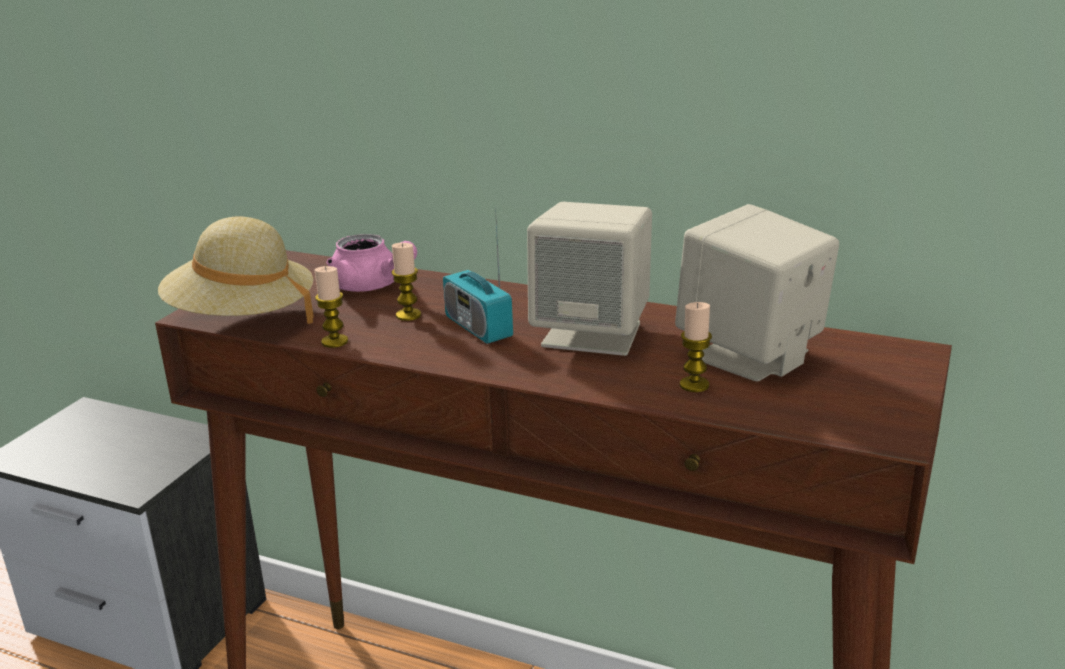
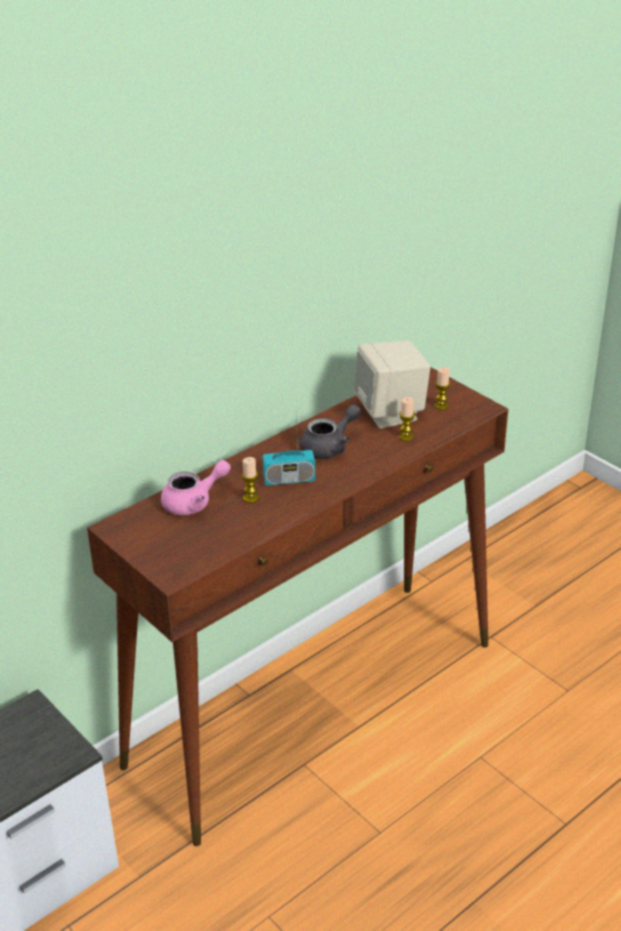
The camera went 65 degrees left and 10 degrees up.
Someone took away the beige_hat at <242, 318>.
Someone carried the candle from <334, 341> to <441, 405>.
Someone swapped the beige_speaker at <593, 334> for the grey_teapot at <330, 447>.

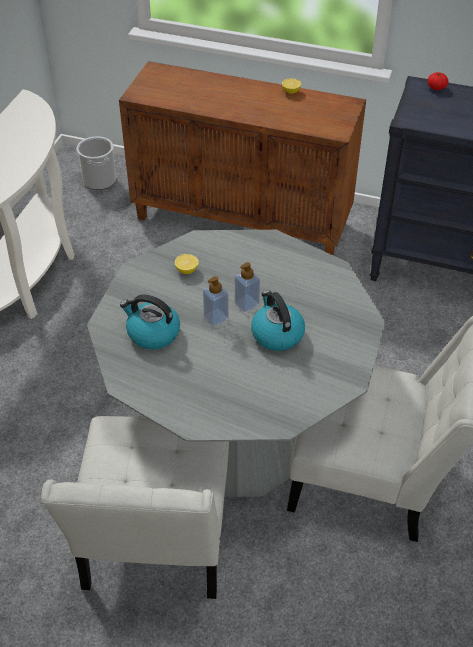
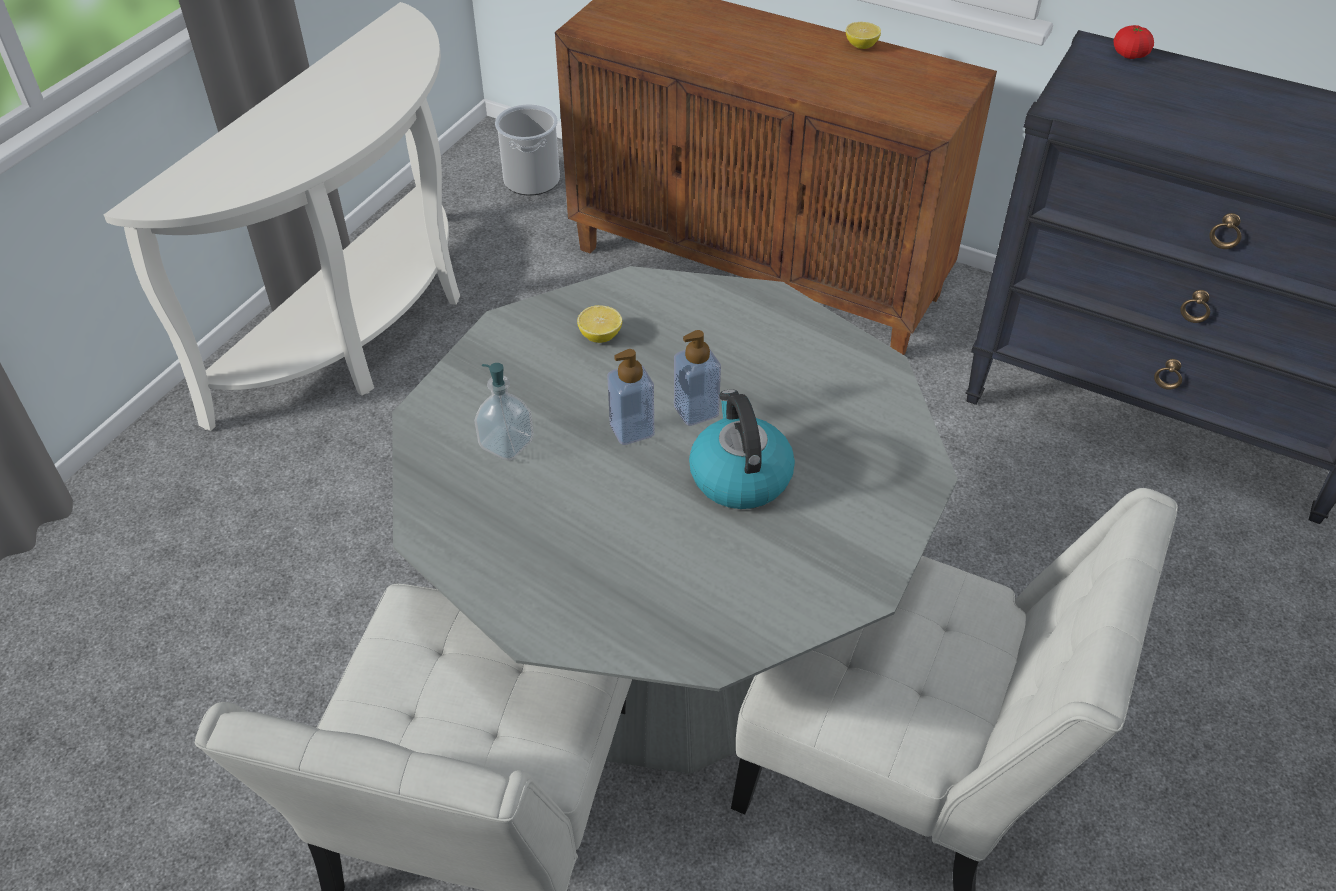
The camera went 10 degrees right and 0 degrees up.
Someone swapped the kettle at <152, 333> for the soap_dispenser at <506, 444>.

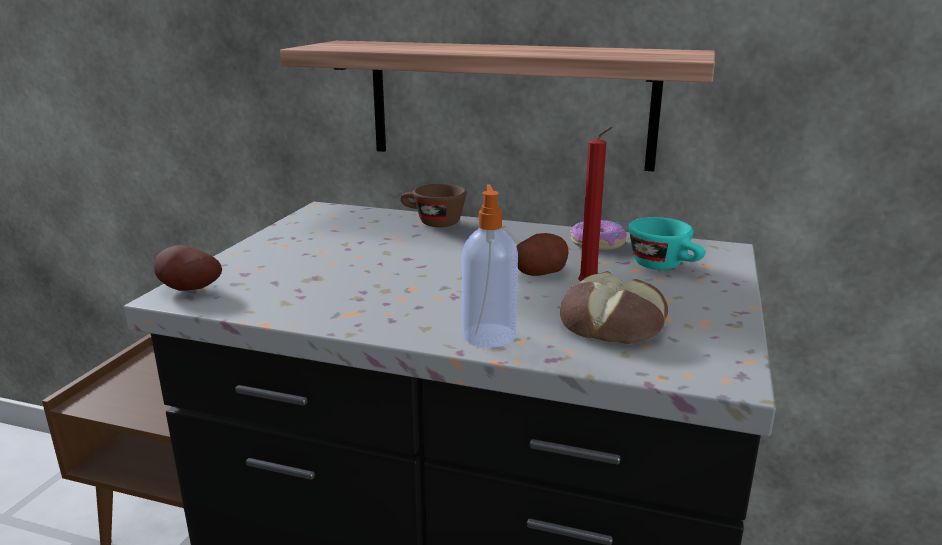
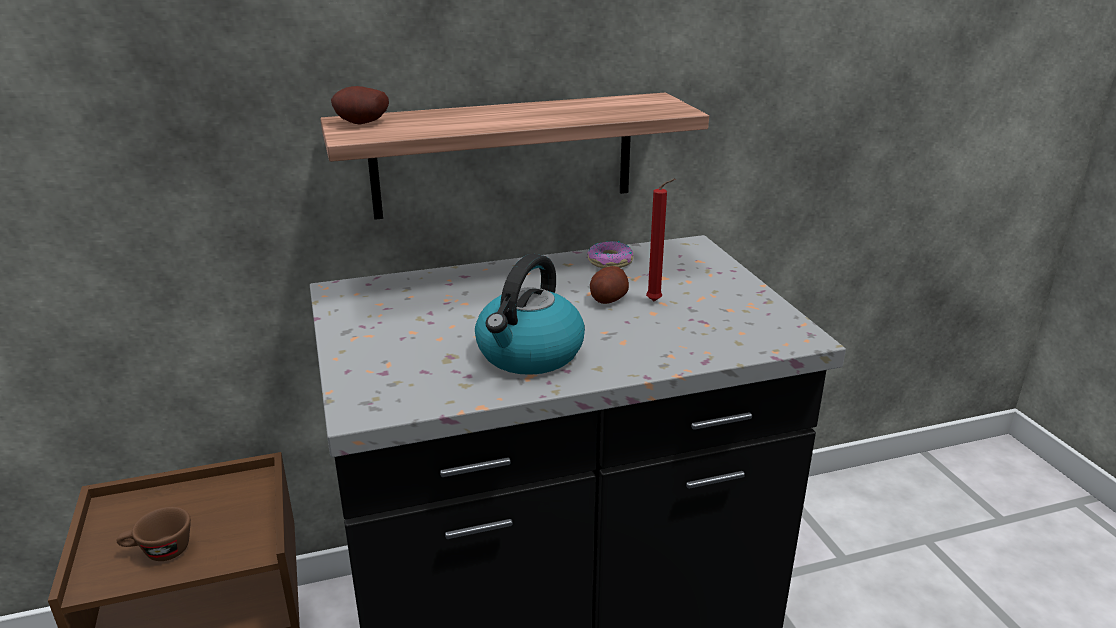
The camera went 35 degrees left and 5 degrees up.
Someone carried the potato from <187, 290> to <362, 124>.
Someone carried the brown_cup from <432, 222> to <159, 552>.
Someone took away the soap_dispenser at <488, 334>.
Someone took away the bread at <614, 324>.
Someone took away the turquoise_cup at <665, 266>.
Someone put down the kettle at <529, 354>.

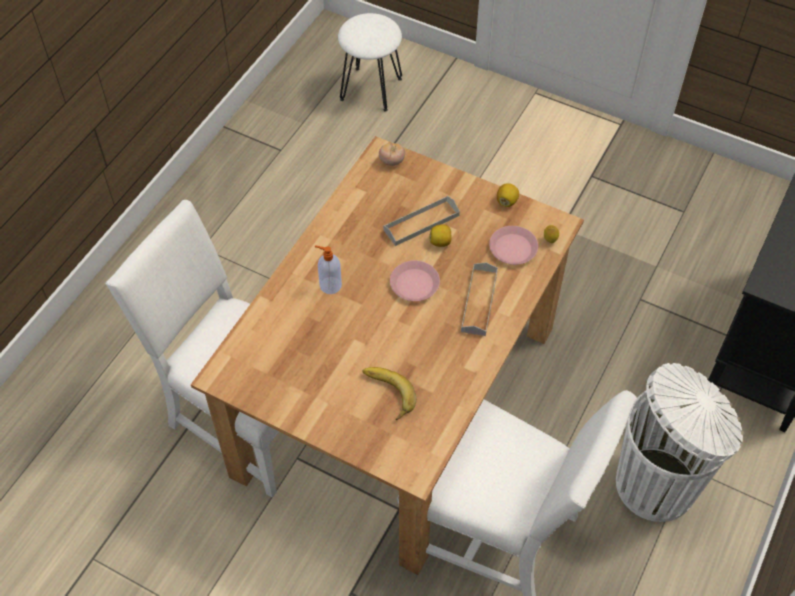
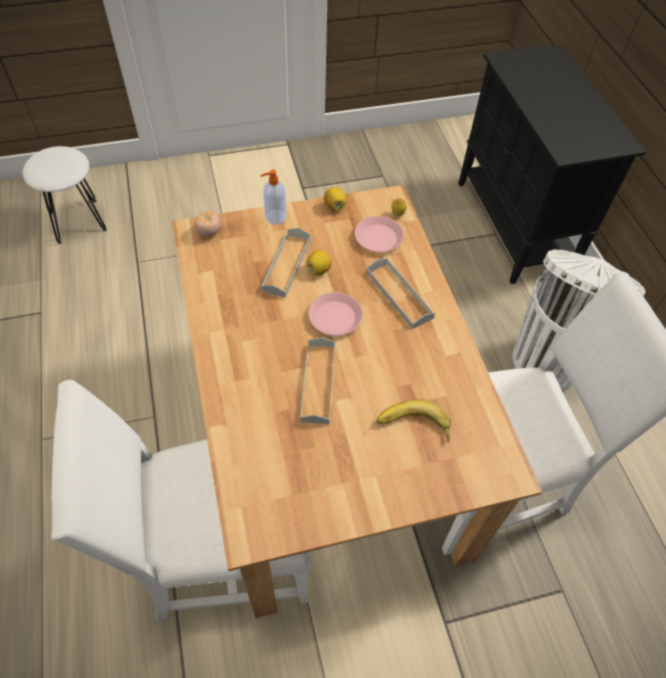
The camera went 45 degrees left and 0 degrees up.
Someone carried the soap_dispenser from <329, 285> to <274, 217>.
Someone put down the grey_tray at <318, 383>.

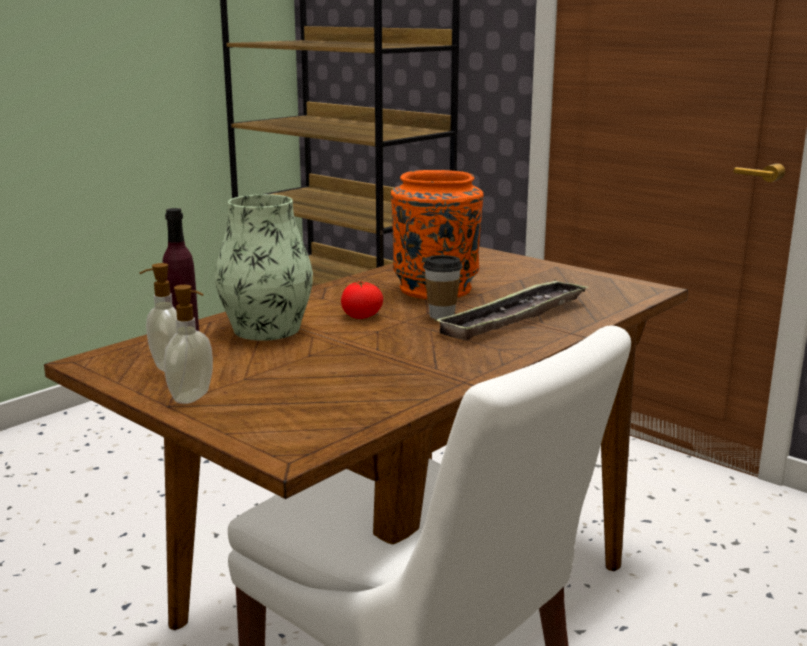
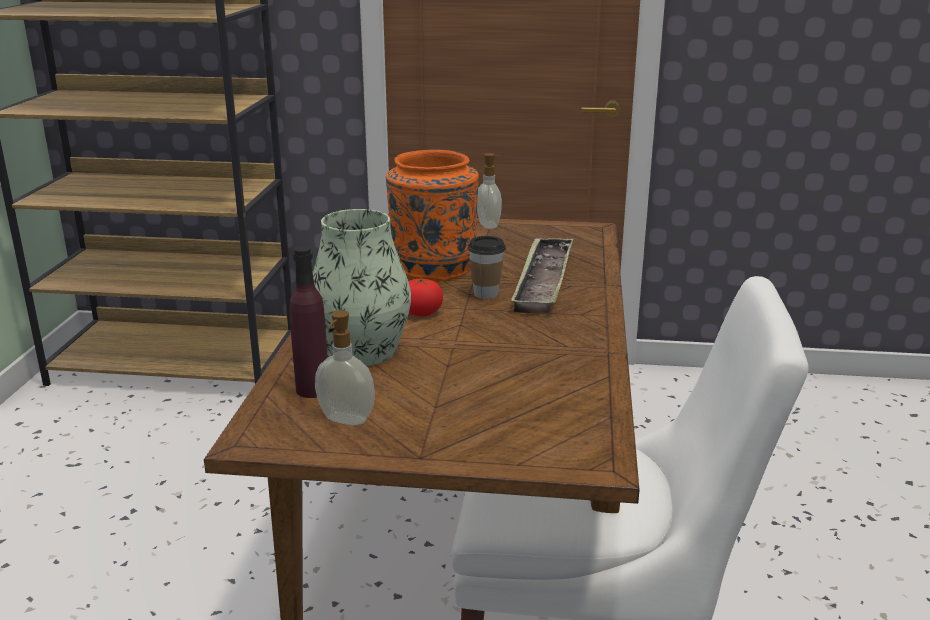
The camera went 35 degrees left and 5 degrees up.
Someone carried the soap_dispenser from <193, 397> to <489, 225>.

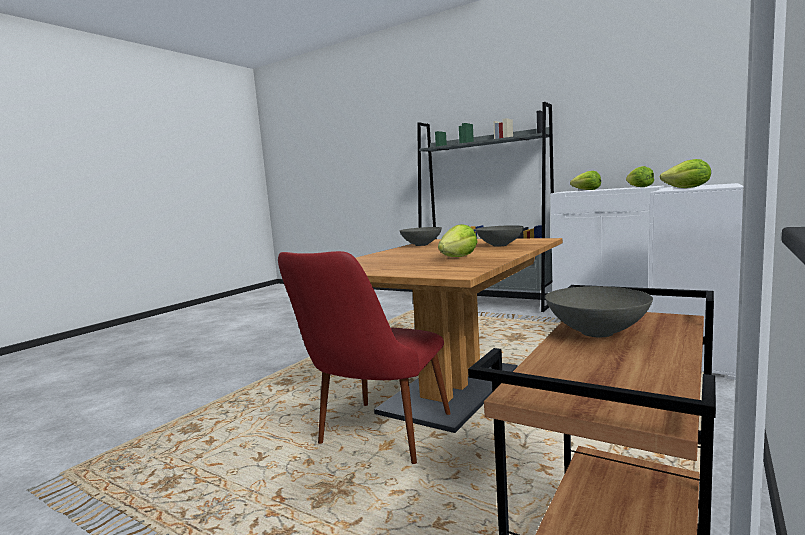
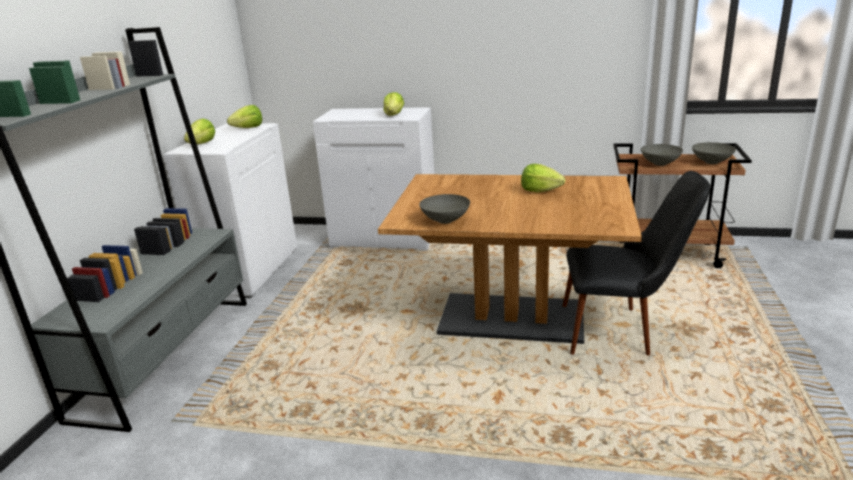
The camera went 110 degrees left and 15 degrees up.
Someone repainted the red_chair at <375, 442>, which became the black_chair at <622, 331>.
Someone carried the grey_bowl from <499, 245> to <712, 162>.

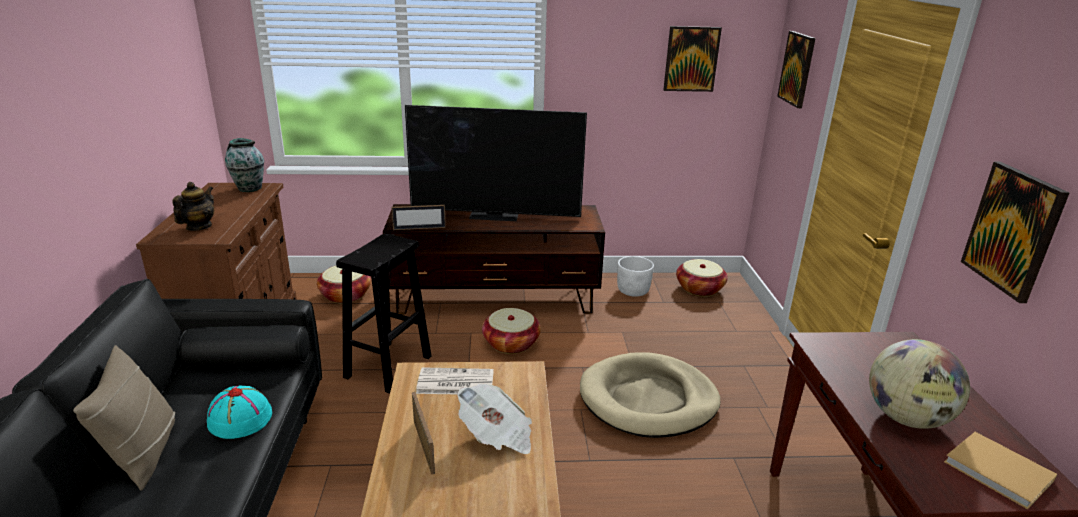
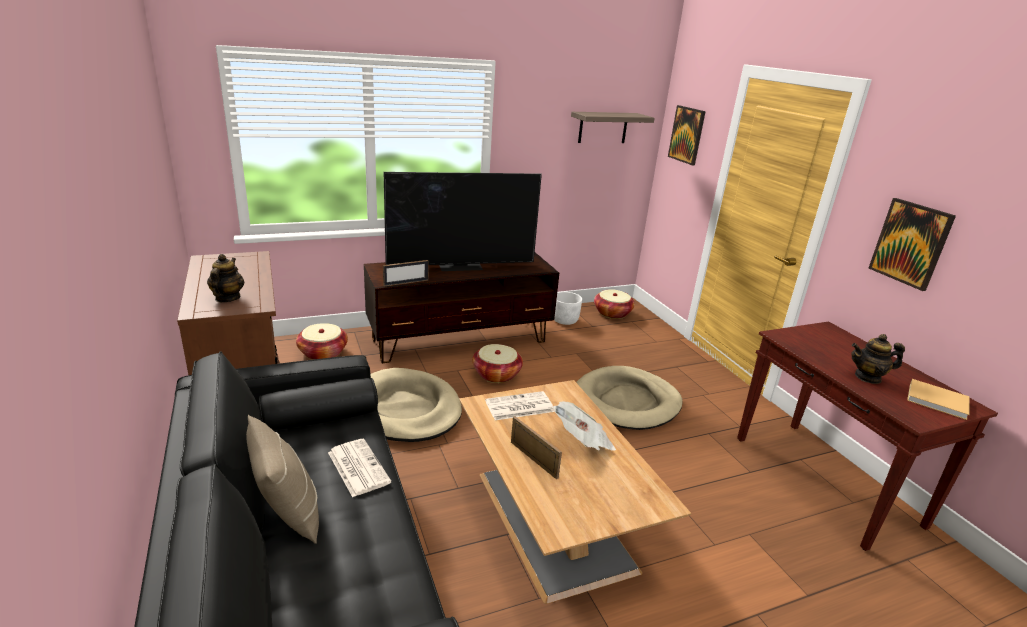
The camera went 20 degrees left and 0 degrees up.
Someone swapped the turquoise_hat at <239, 419> for the newspaper at <357, 467>.
Someone took away the vase at <249, 188>.
Someone swapped the black_stool at <387, 367> for the beige_dog_bed at <405, 409>.
Someone swapped the picture at <691, 59> for the shelf at <603, 127>.
Someone swapped the globe at <906, 418> for the teapot at <868, 377>.

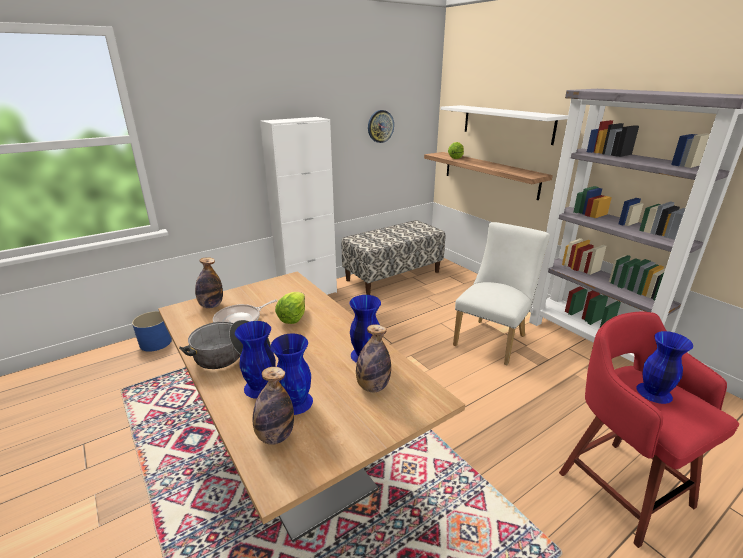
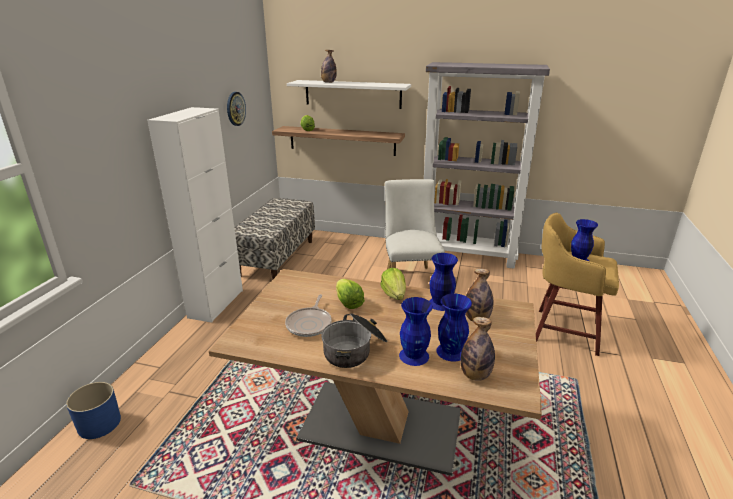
The camera went 40 degrees left and 0 degrees up.
Someone carried the bottle from <211, 305> to <328, 82>.
Someone repainted the red_stool at <621, 485>, which became the yellow_stool at <563, 330>.
Someone put down the lettuce at <394, 295>.

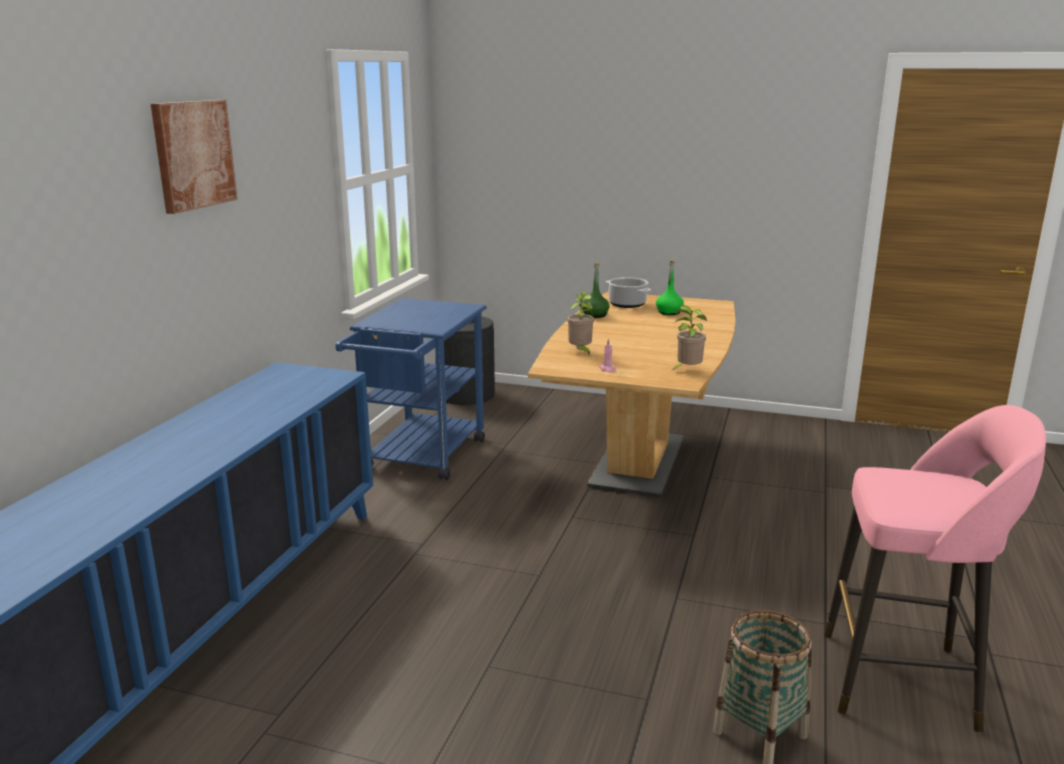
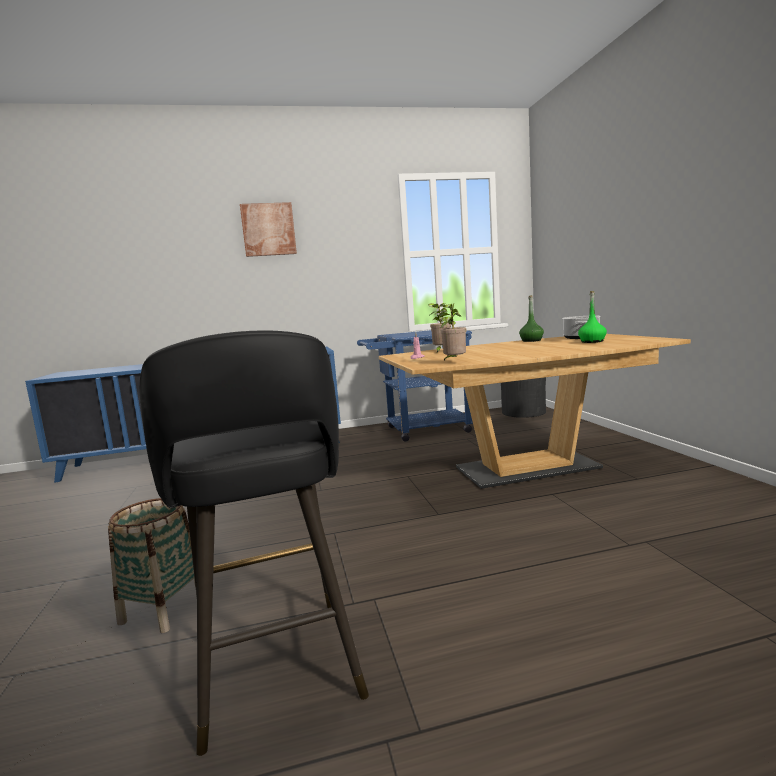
The camera went 60 degrees right and 10 degrees down.
Someone repainted the pink_stool at <903, 681>, which became the black_stool at <278, 672>.

